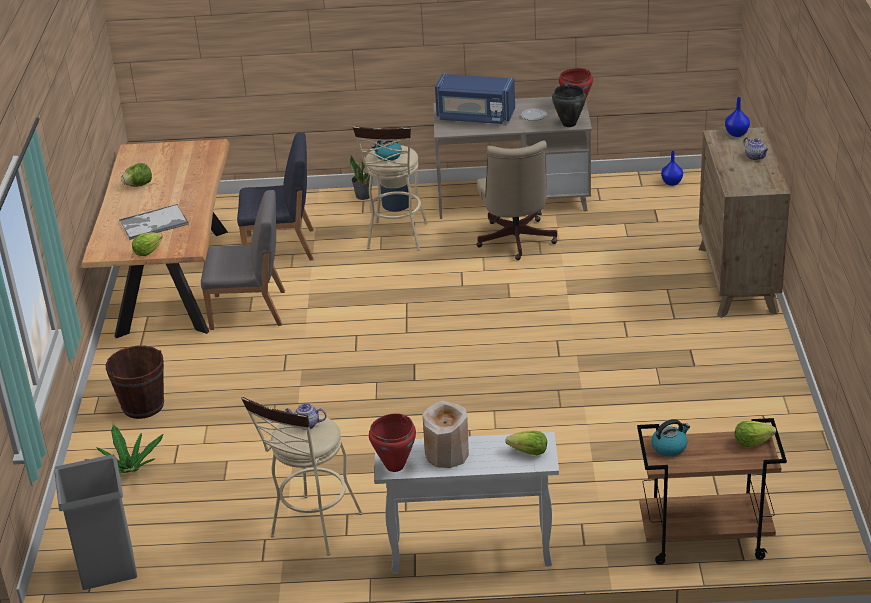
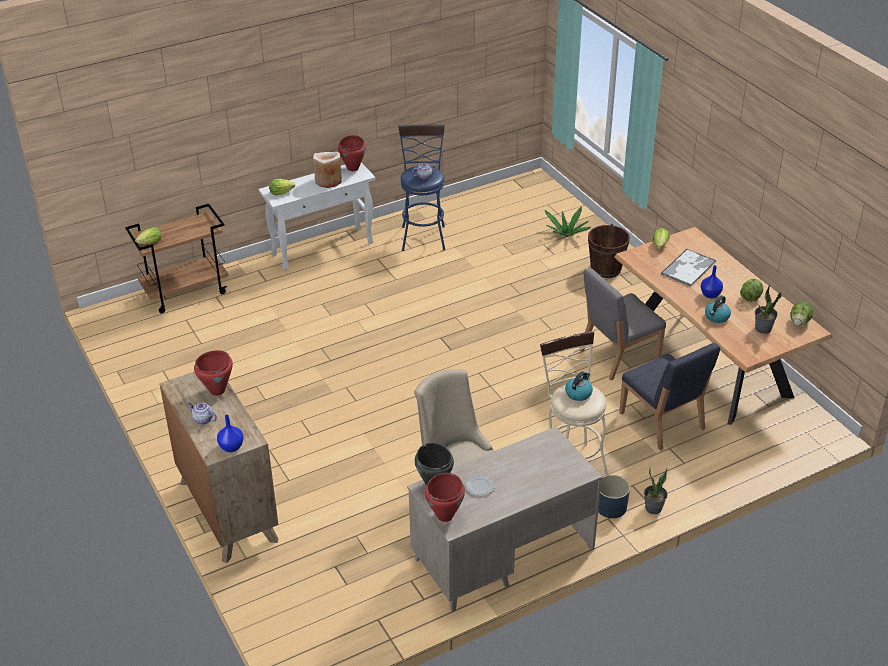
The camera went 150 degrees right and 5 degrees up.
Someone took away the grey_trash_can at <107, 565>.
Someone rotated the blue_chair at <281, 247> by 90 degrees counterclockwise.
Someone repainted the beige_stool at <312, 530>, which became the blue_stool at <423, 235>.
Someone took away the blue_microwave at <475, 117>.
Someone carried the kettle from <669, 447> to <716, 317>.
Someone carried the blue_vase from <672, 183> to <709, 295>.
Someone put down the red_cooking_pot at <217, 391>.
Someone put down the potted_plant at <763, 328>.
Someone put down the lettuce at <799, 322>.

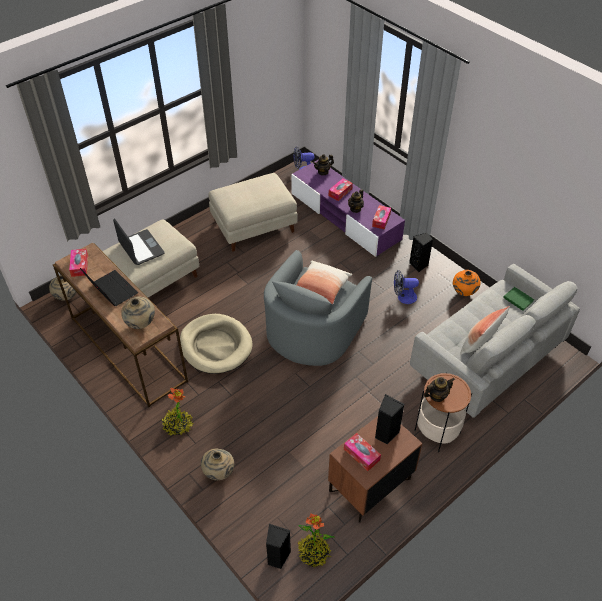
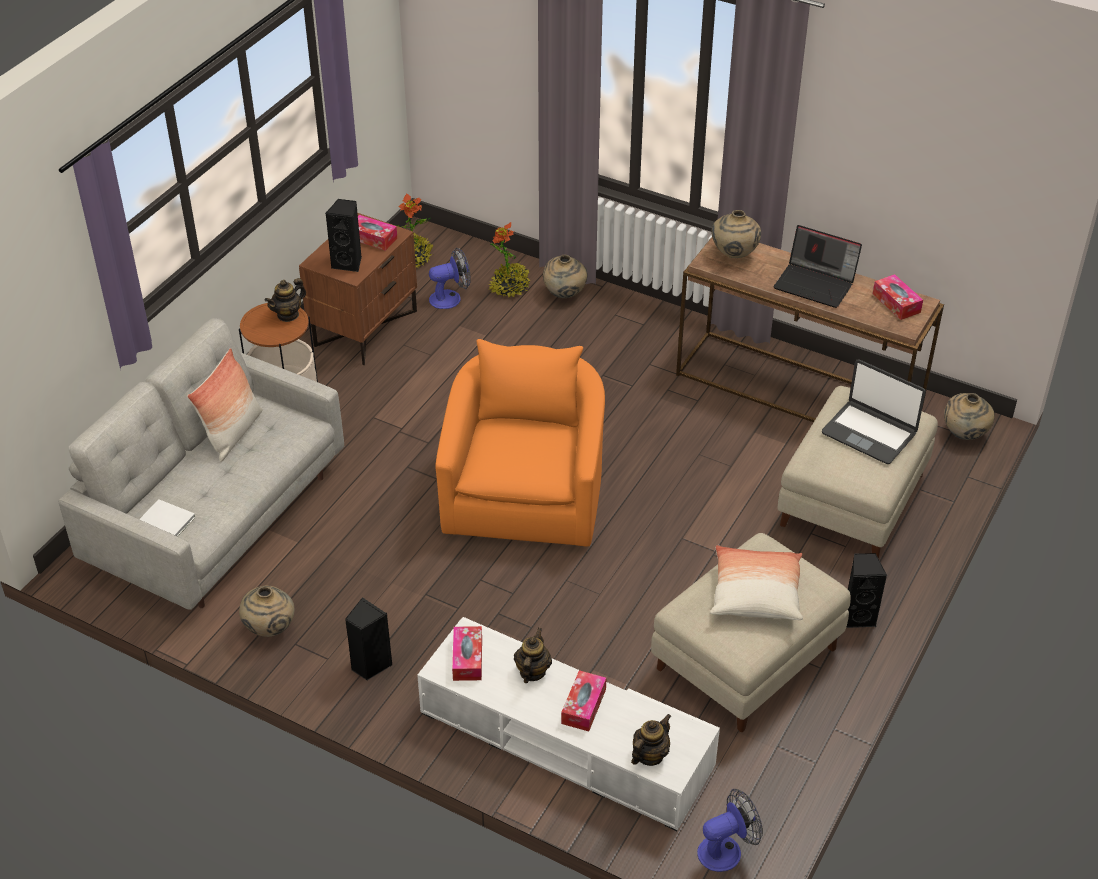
The camera went 160 degrees right and 5 degrees down.
Someone carried the potted_plant from <177, 425> to <510, 287>.
Someone took away the beige_dog_bed at <216, 346>.
Someone repainted the grey_armchair at <313, 329>, which became the orange_armchair at <526, 491>.
Someone carried the black_speaker from <277, 557> to <858, 616>.
Someone repainted the purple_tv_stand at <345, 217>, which became the white_tv_stand at <566, 740>.
Someone carried the pillow from <322, 288> to <755, 594>.
Someone carried the fan from <403, 297> to <450, 298>.
Someone repainted the orange_vase at <464, 293>, which became the beige_vase at <270, 629>.
Someone repainted the green_book at <518, 299>, which became the white_book at <168, 521>.

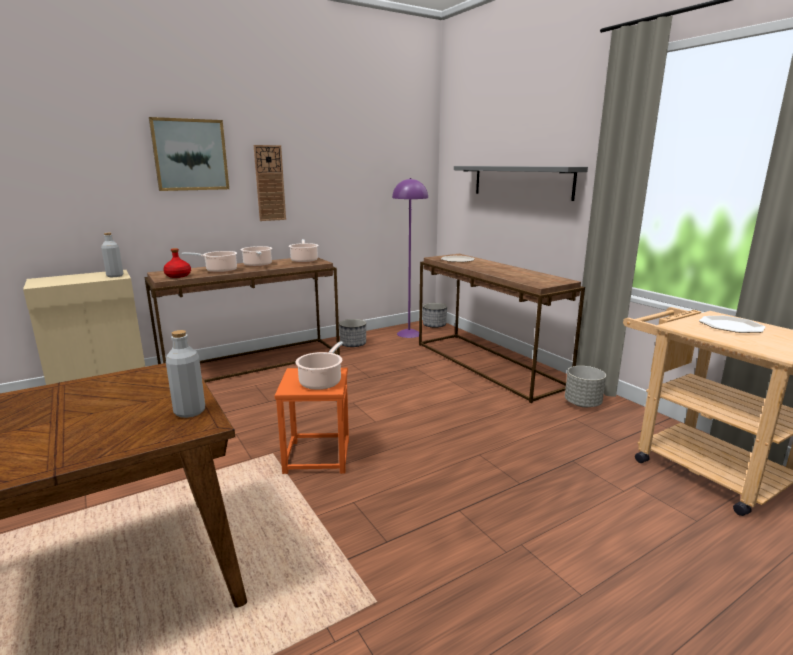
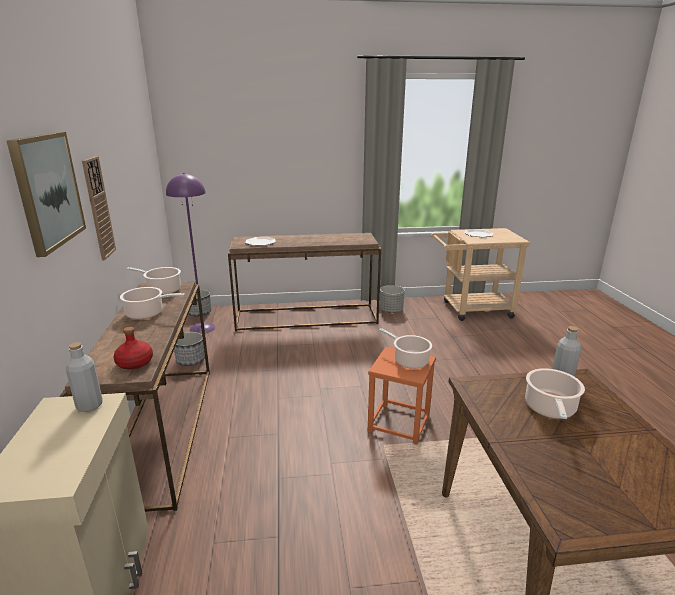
The camera went 65 degrees left and 5 degrees up.
Someone carried the cooking_pot from <219, 270> to <550, 409>.
Someone took away the grey_shelf at <521, 181>.

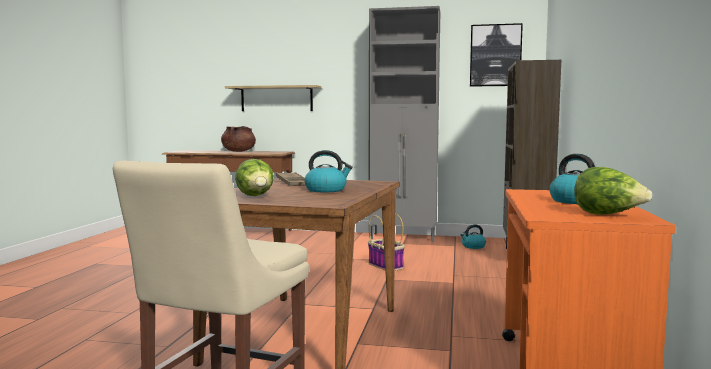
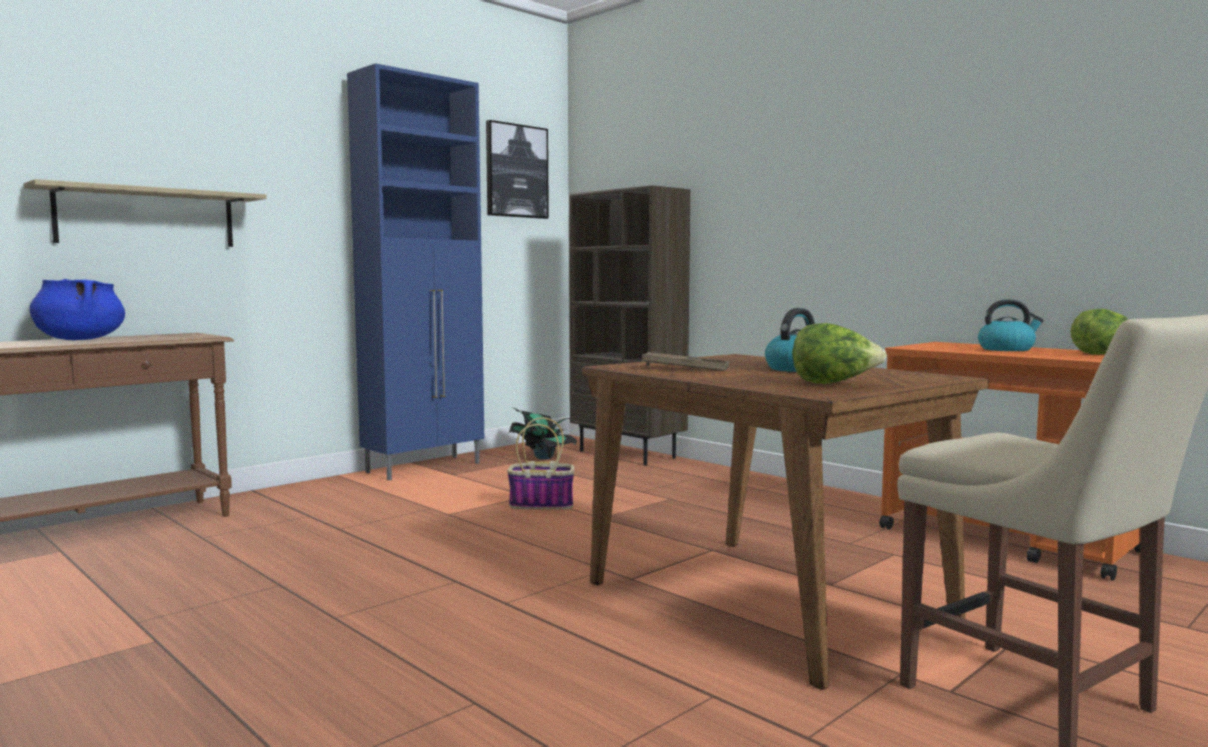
The camera went 55 degrees left and 0 degrees up.
Someone repainted the brown_cooking_pot at <238, 151>, which became the blue_cooking_pot at <80, 339>.
Someone repainted the grey_cabinet at <404, 238>, which became the blue_cabinet at <425, 467>.
Someone swapped the kettle at <473, 246> for the potted_plant at <543, 457>.

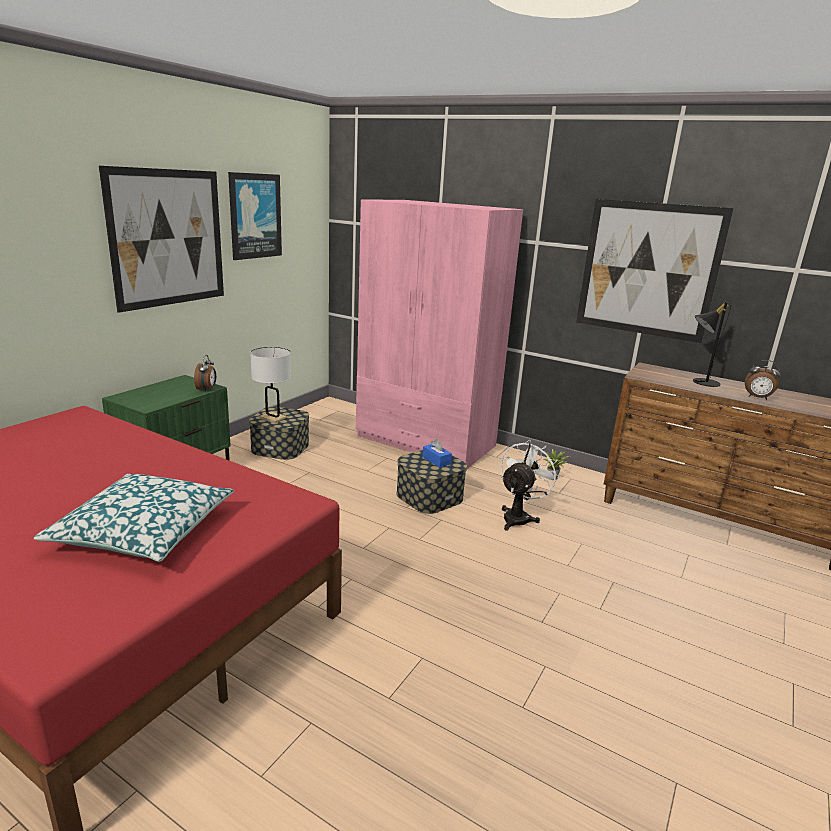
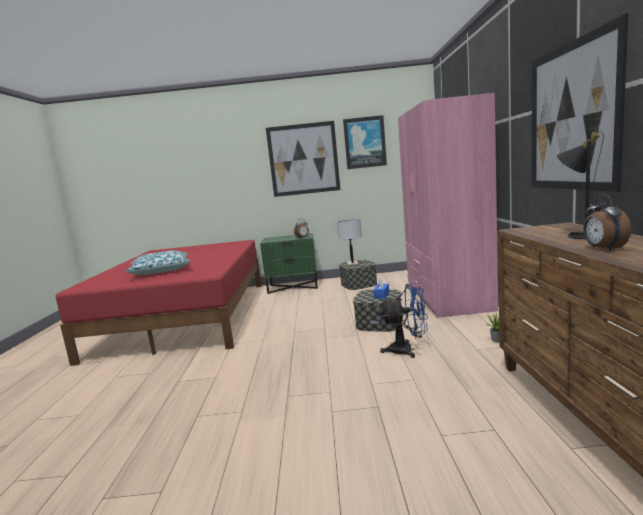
The camera went 60 degrees right and 10 degrees down.
Someone repainted the white_fan at <519, 517>, which became the blue_fan at <407, 350>.

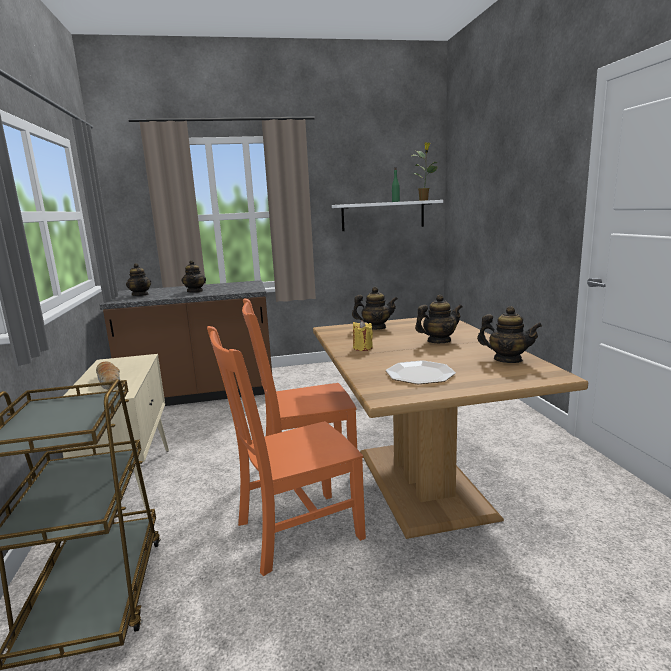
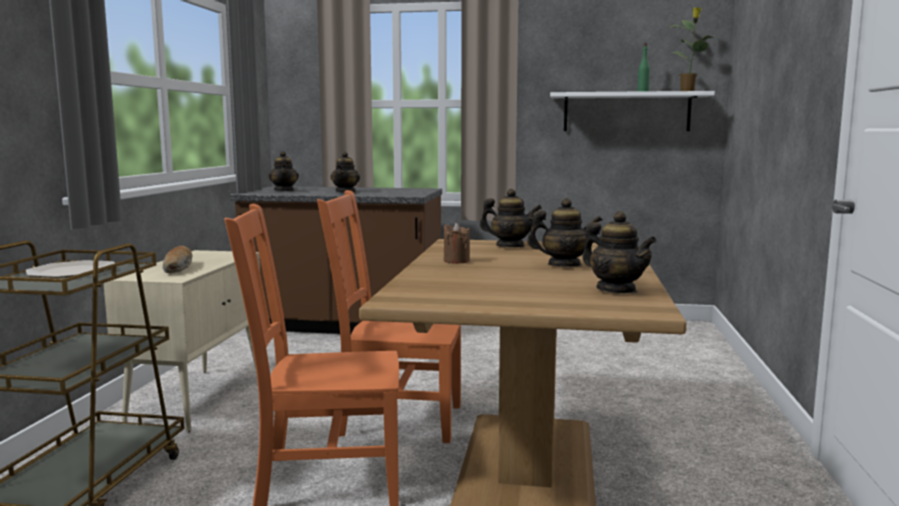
The camera went 20 degrees right and 5 degrees down.
Someone repainted the yellow_candle at <362, 348>, which became the brown_candle at <456, 261>.
Someone carried the plate from <420, 374> to <73, 272>.

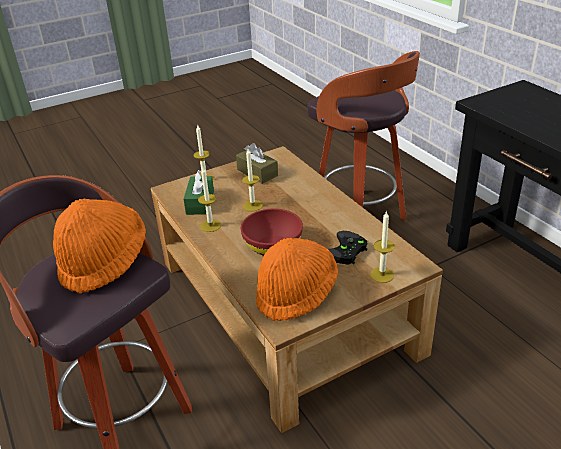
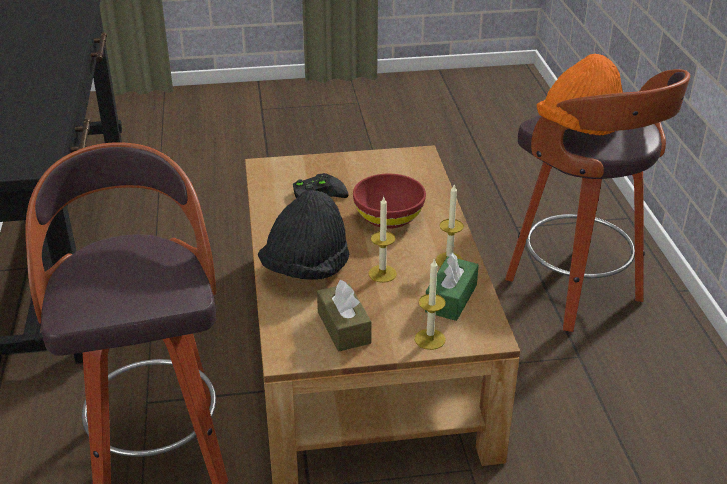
The camera went 160 degrees left and 0 degrees up.
Someone took away the orange_hat at <296, 294>.
Someone took away the candle at <382, 275>.
Someone put down the black_hat at <306, 269>.

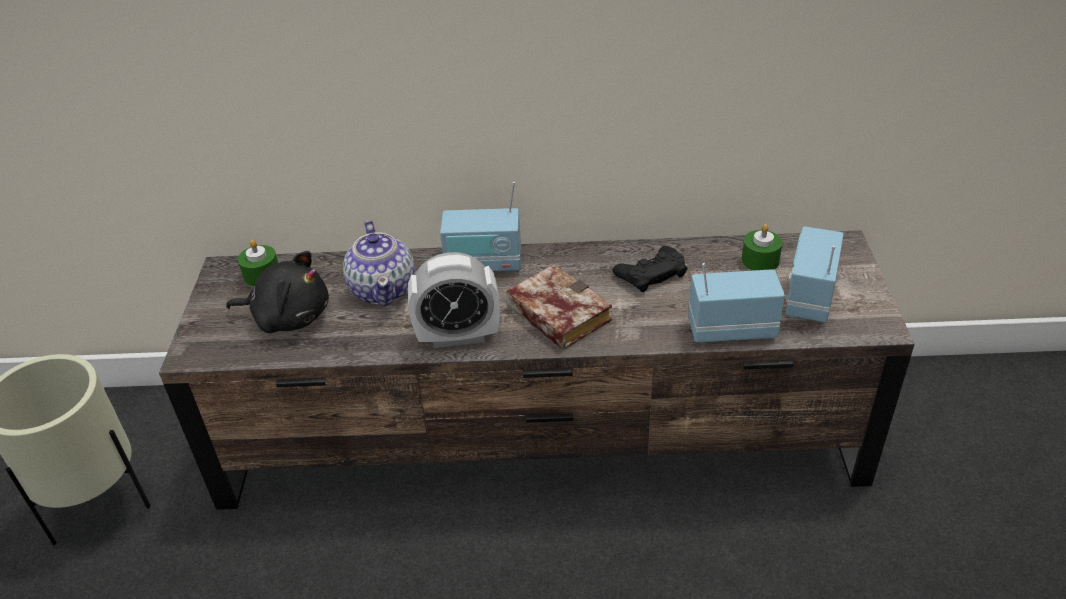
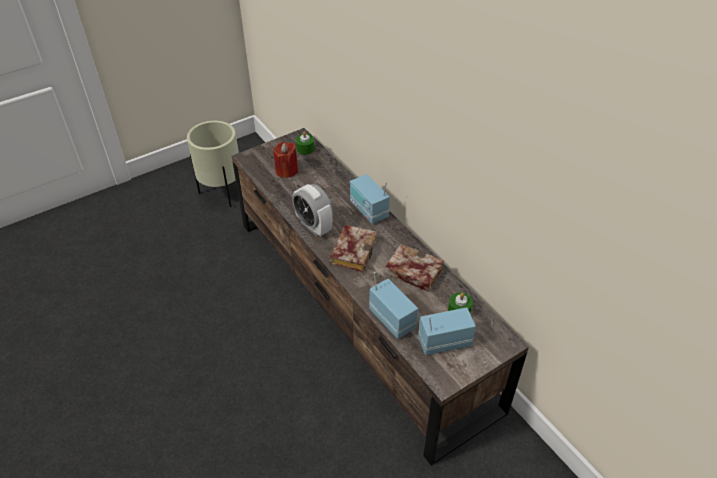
The camera went 55 degrees right and 5 degrees up.
Someone swapped the black_plush_toy at <289, 316> for the red_candle at <286, 170>.
Someone took away the teapot at <383, 289>.
Someone swapped the black_game_controller at <651, 274> for the book at <411, 272>.

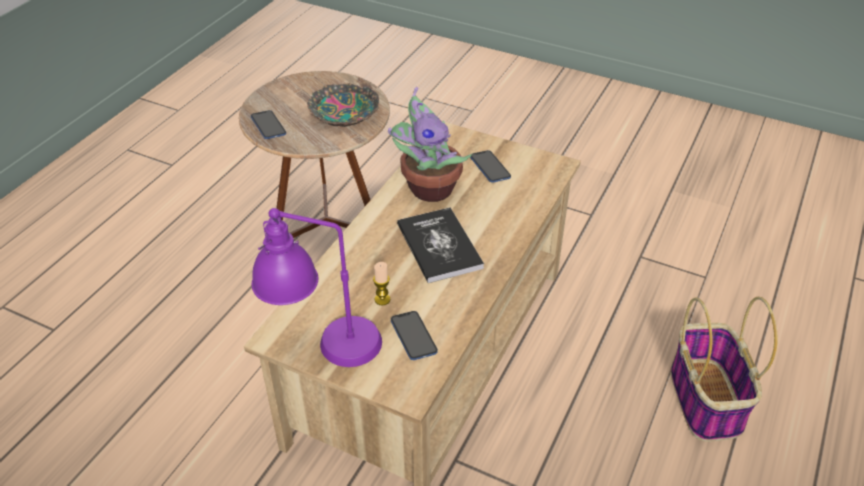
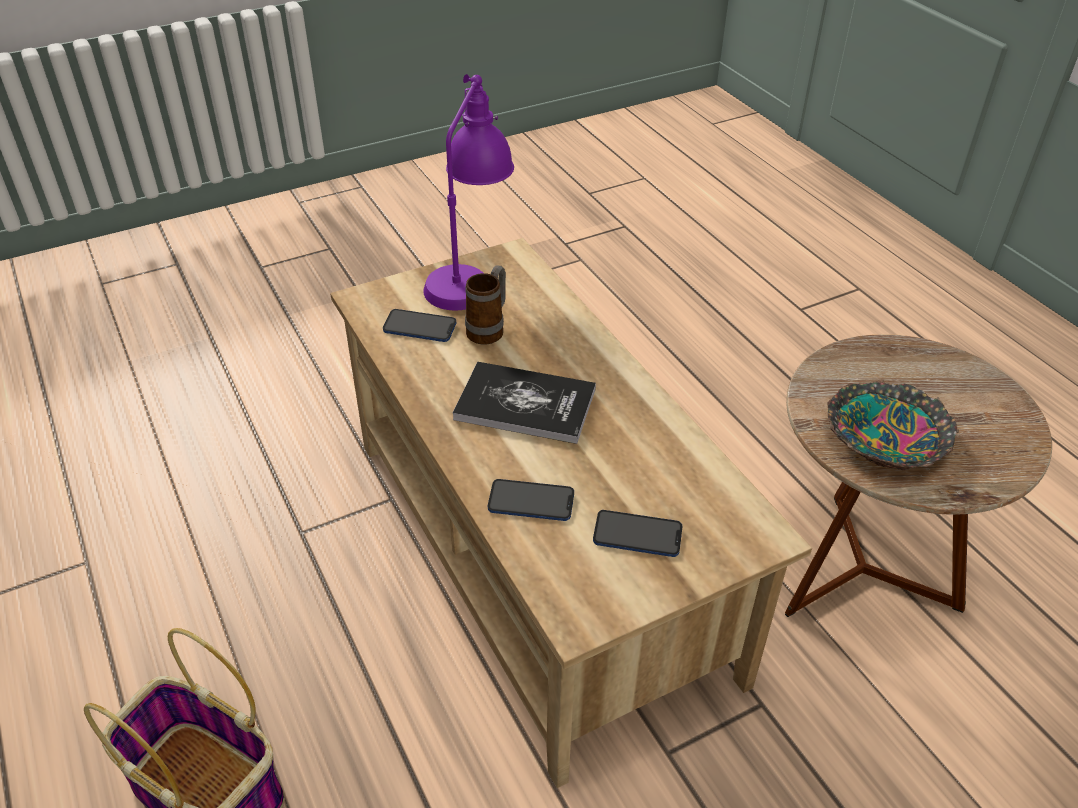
The camera went 125 degrees right and 0 degrees up.
Someone carried the phone from <268, 126> to <531, 502>.
Someone swapped the candle at <382, 299> for the mug at <489, 329>.
Someone took away the potted_plant at <428, 188>.

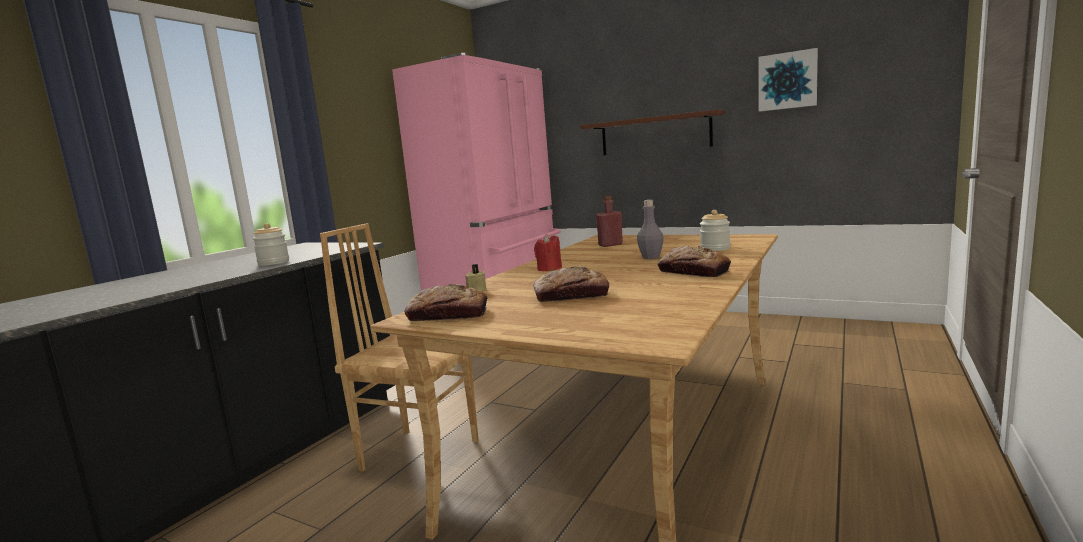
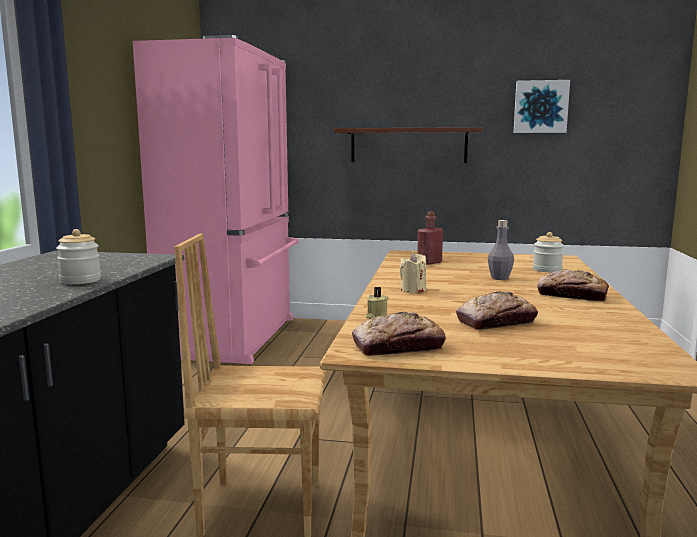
The camera went 20 degrees left and 0 degrees up.
Someone repainted the red_candle at <549, 269>, which became the beige_candle at <413, 290>.

